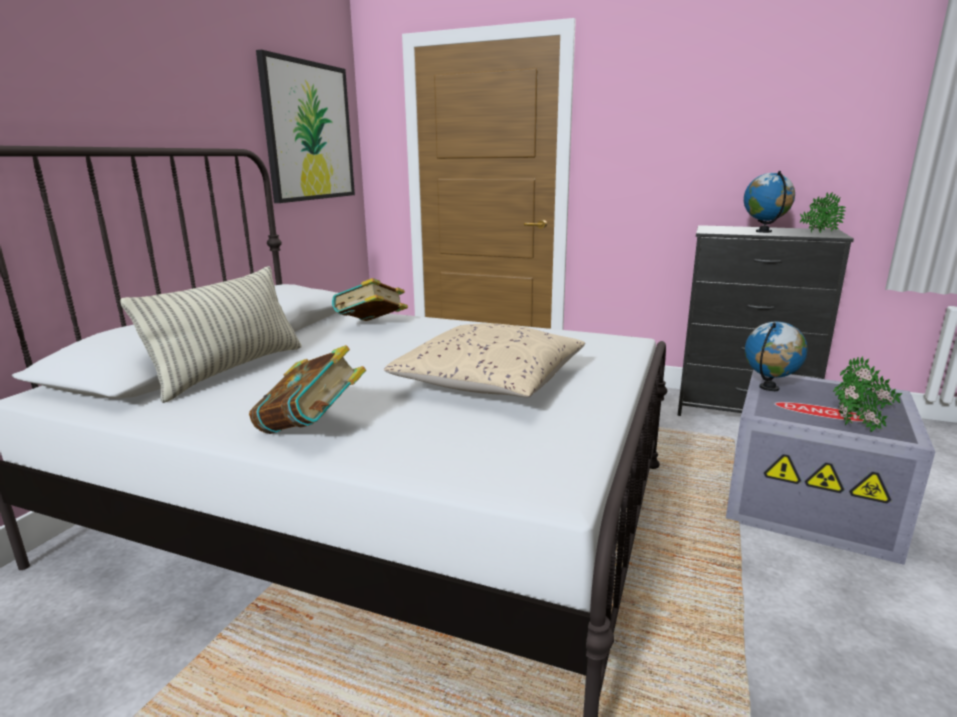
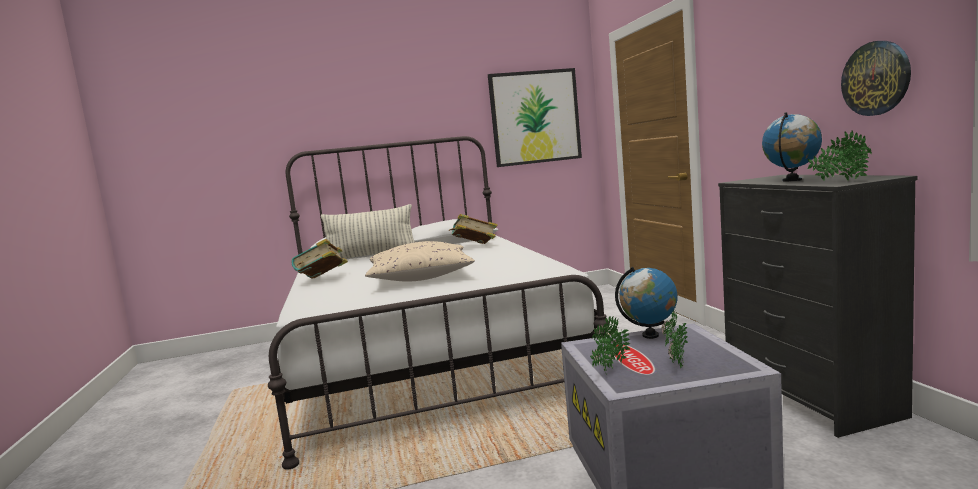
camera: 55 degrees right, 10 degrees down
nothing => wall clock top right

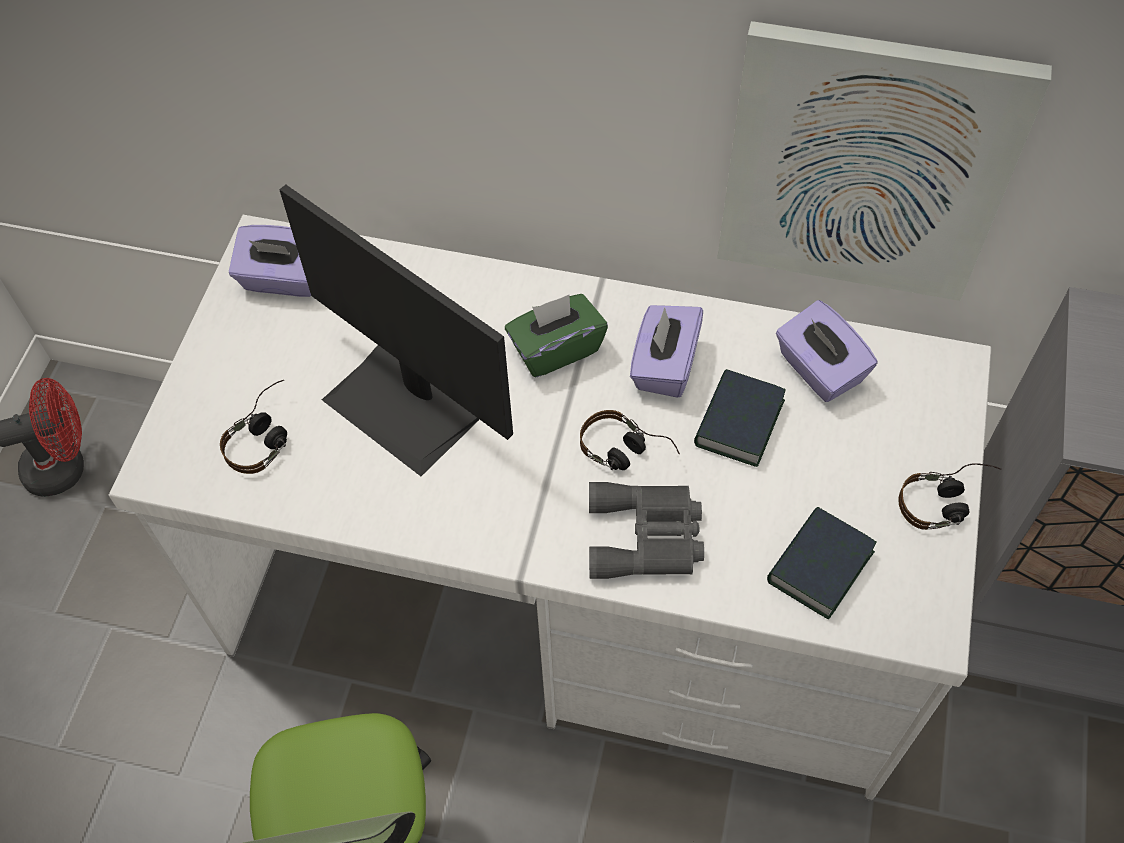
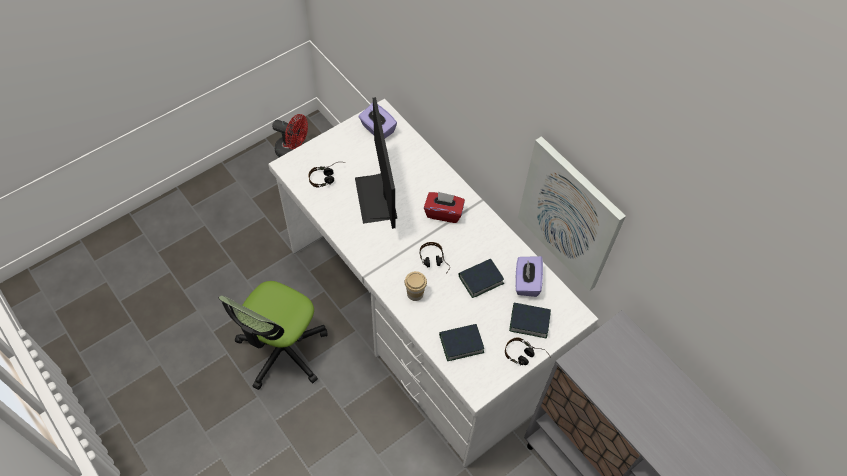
camera: 35 degrees right, 0 degrees up
tissue box/green centre => tissue box/red centre
tissue box/purple (2nd from left) centre => nothing
binoculars/grey centre => cup centre
nothing => book (3rd from left) bottom centre

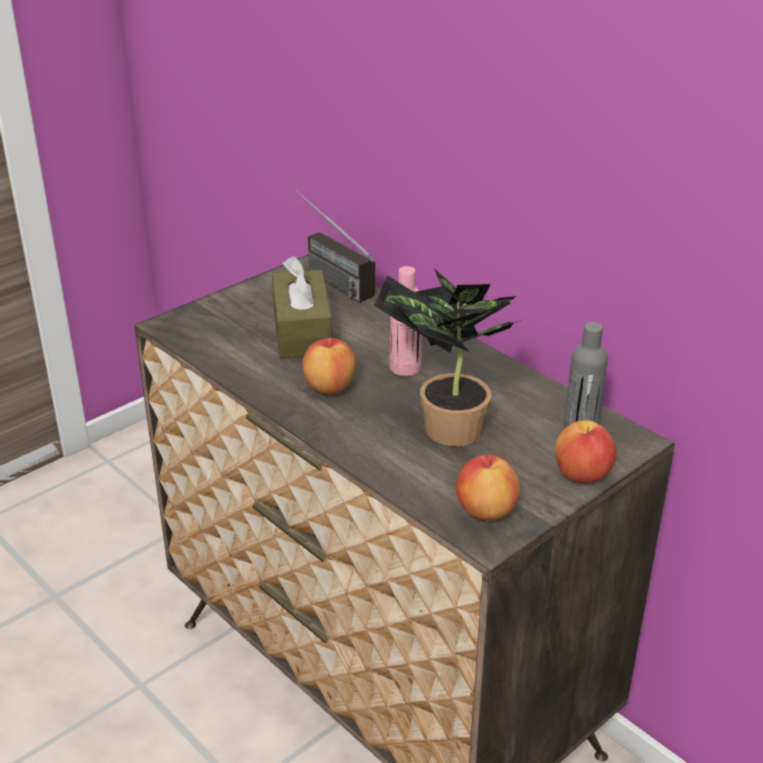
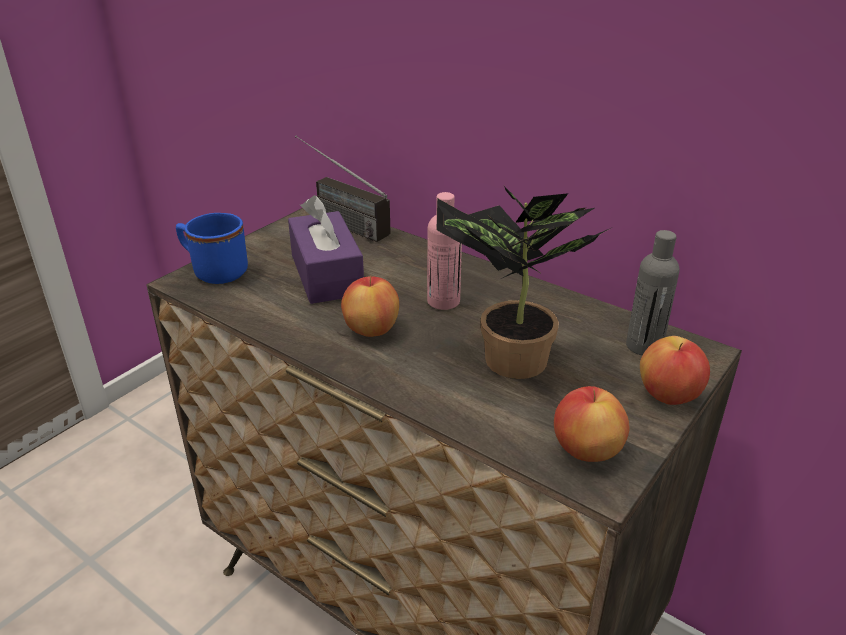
camera: 10 degrees left, 0 degrees up
tissue box/brown centre => tissue box/purple centre
nothing => mug/blue middle left

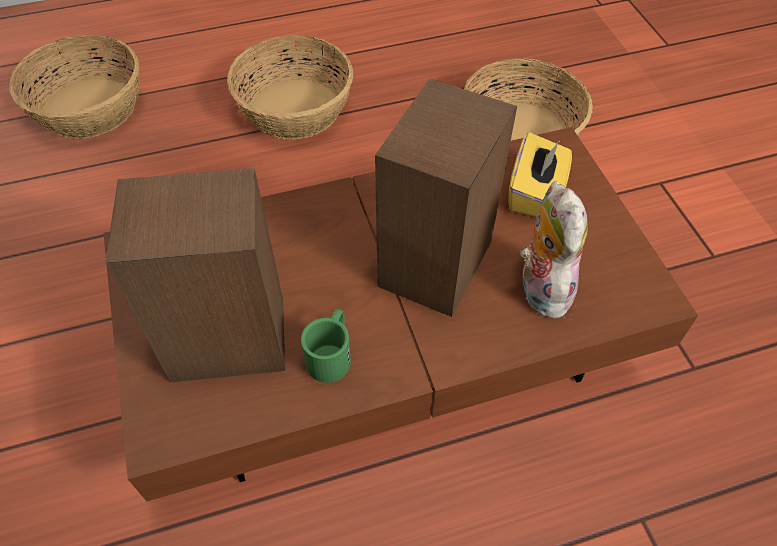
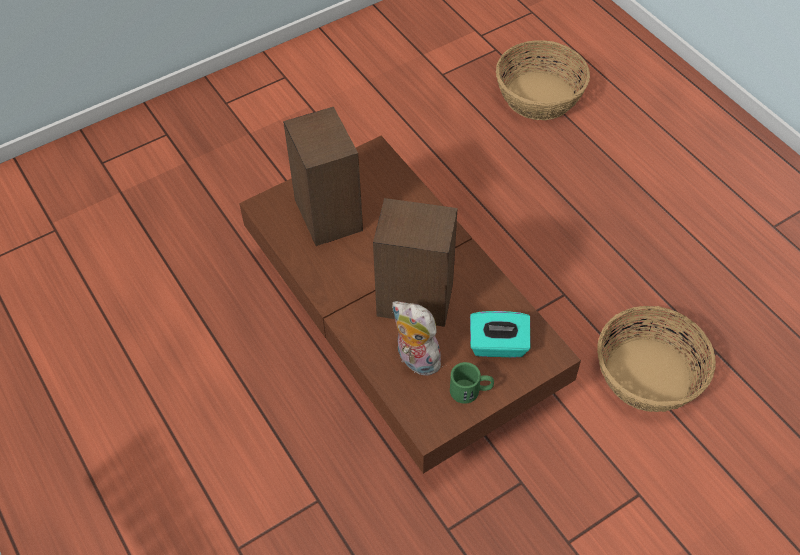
camera: 75 degrees right, 0 degrees up
basket (2nd from left) top centre => nothing
tissue box/yellow top right => tissue box/turquoise centre
plush toy middle right => plush toy centre, 120 degrees counterclockwise
mug/green centre => mug/green bottom centre, move

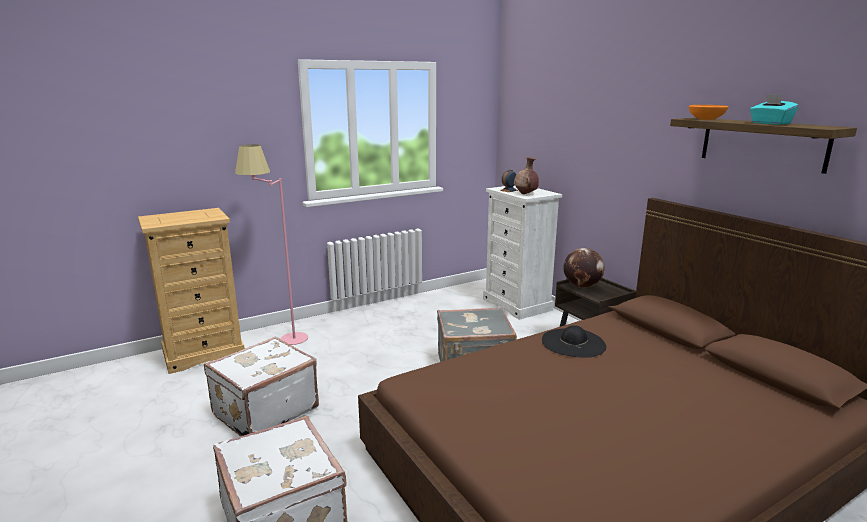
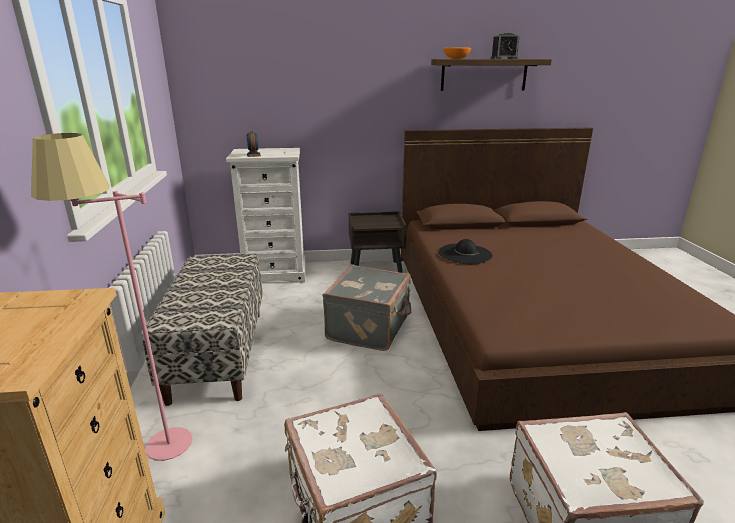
camera: 65 degrees left, 5 degrees up
tissue box/turquoise top right => alarm clock (2nd from left) top right
vase/brown centre => nothing
globe middle right => nothing
nothing => bench middle left

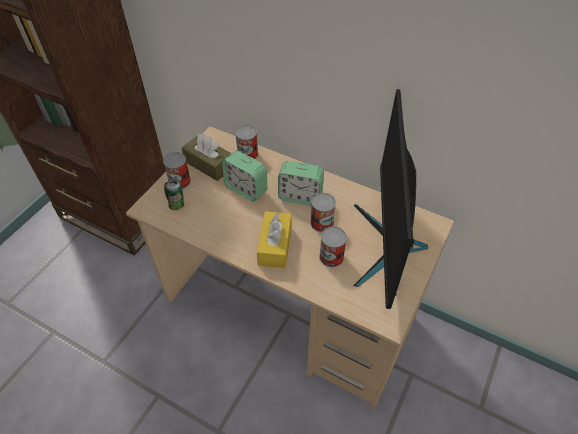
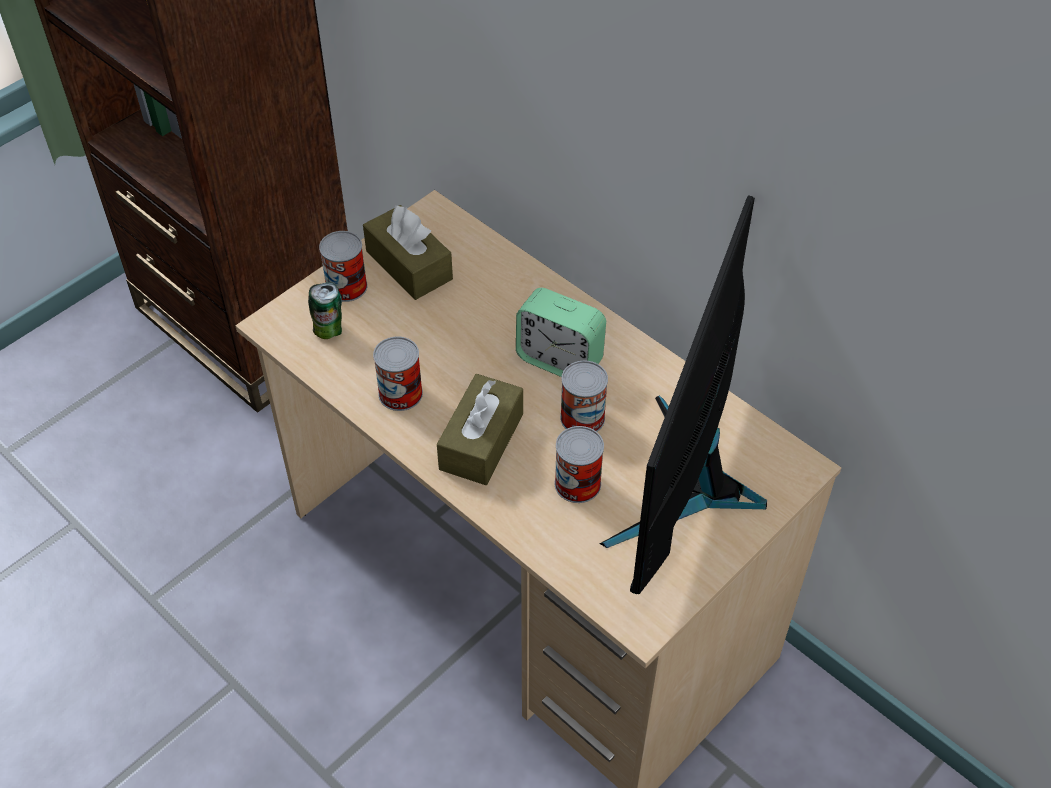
camera: 15 degrees right, 0 degrees up
can (3rd from left) top centre => can (3rd from left) centre, move
alarm clock (1st from left) centre => nothing
tissue box/yellow centre => tissue box/brown (2nd from left) centre

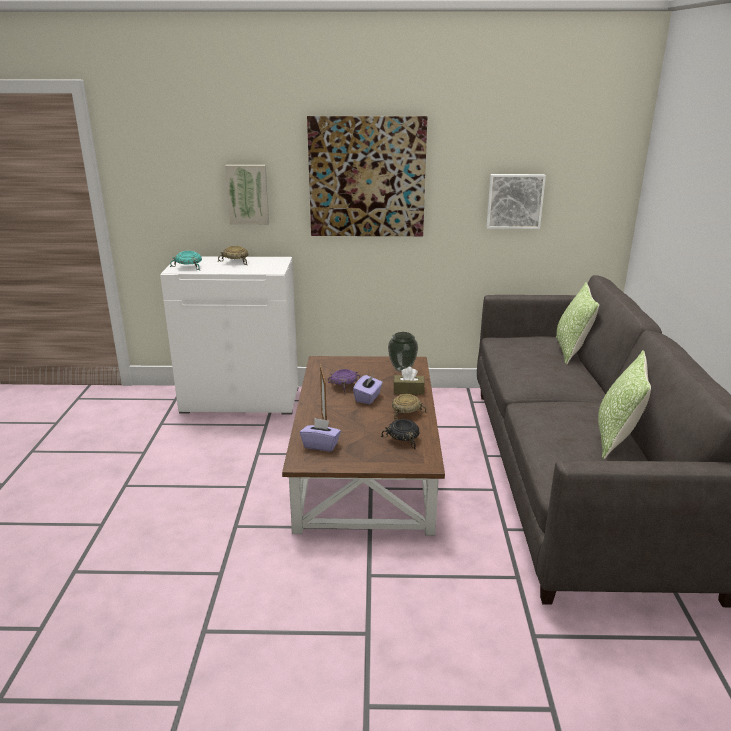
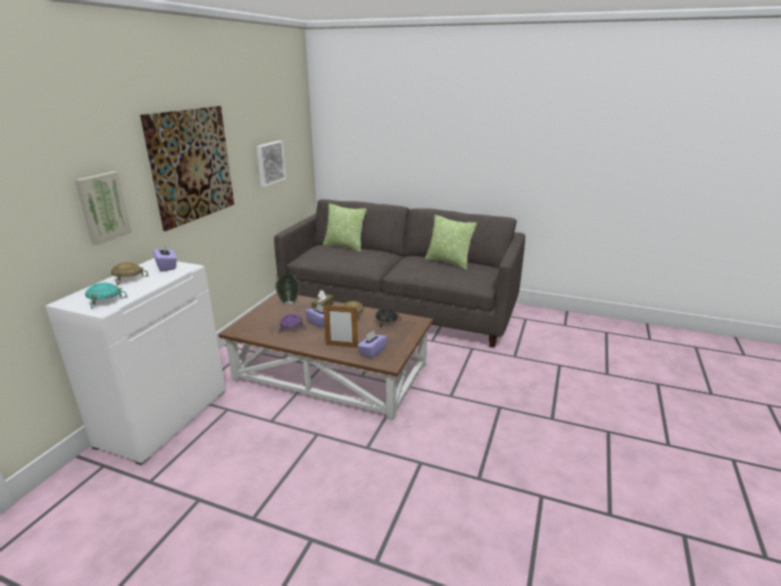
camera: 70 degrees left, 0 degrees up
nothing => tissue box/purple (1st from left) middle left

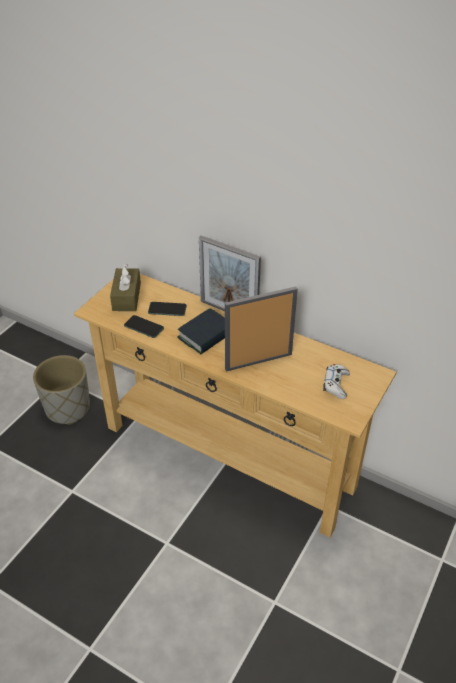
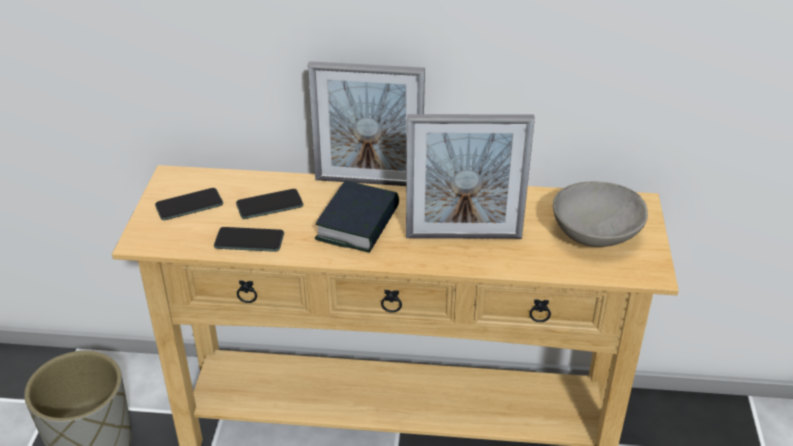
camera: 25 degrees left, 5 degrees down
tissue box/brown middle left => phone (1st from left) middle left
picture frame (2nd from left) centre, 135 degrees counterclockwise
game controller/white middle right => bowl/grey middle right

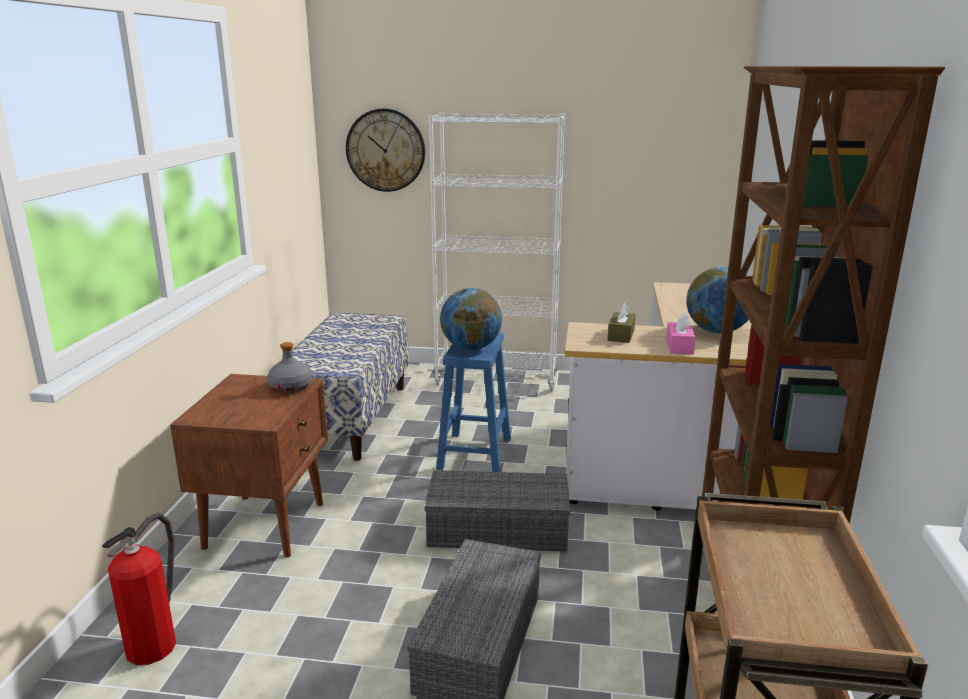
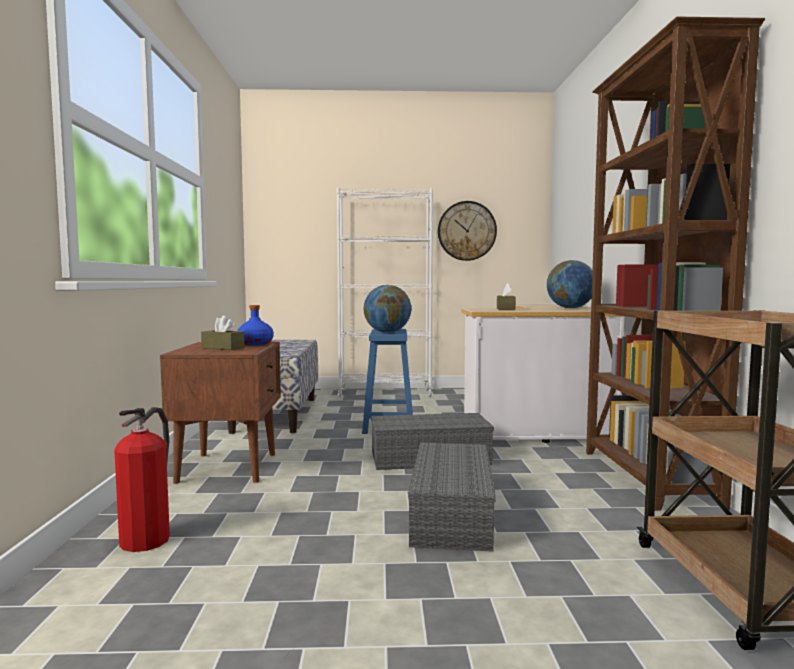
camera: 10 degrees left, 15 degrees down
wall clock top centre => wall clock centre, move
tissue box/pink middle right => nothing
bottle/grey middle left => bottle/blue middle left
nothing => tissue box/brown (1st from left) middle left

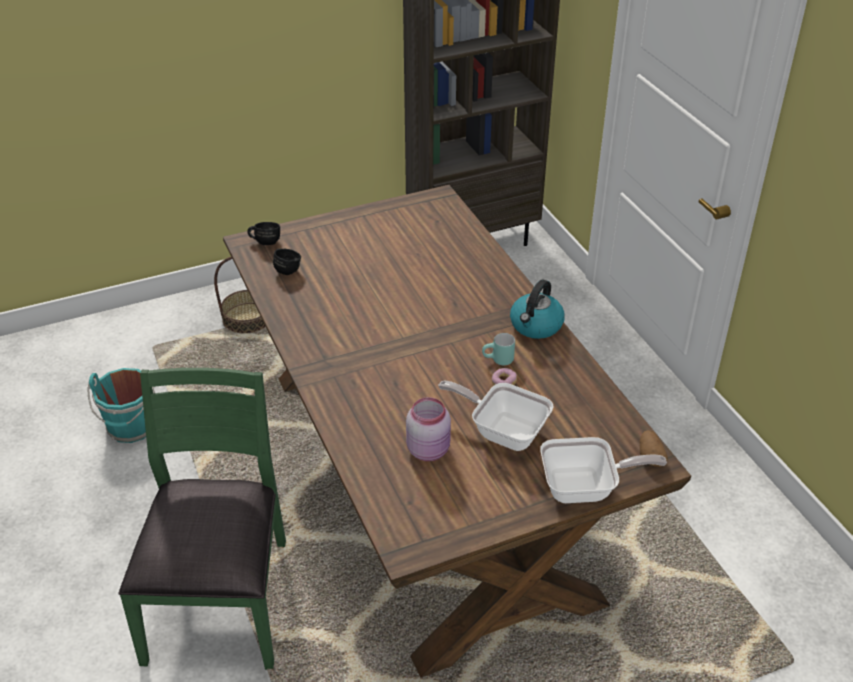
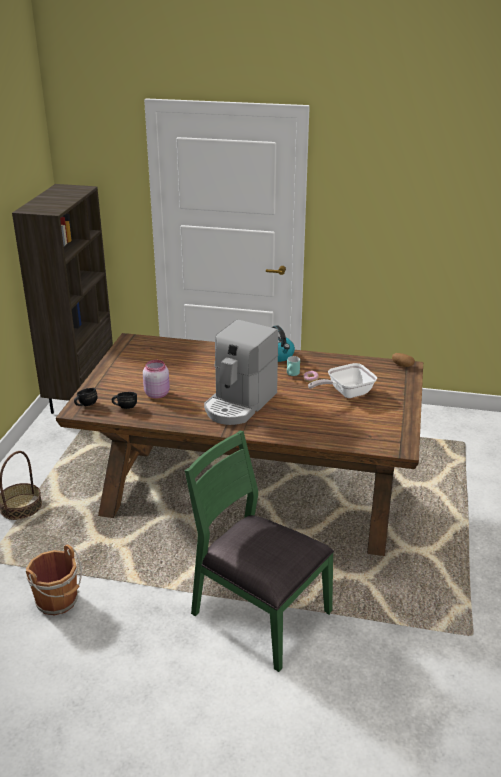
camera: 55 degrees left, 10 degrees down
bucket/turquoise middle left => bucket/brown bottom left
jar/pink centre => jar/pink middle left, move
frying pan (2nd from left) bottom right => nothing
nothing => coffee machine centre

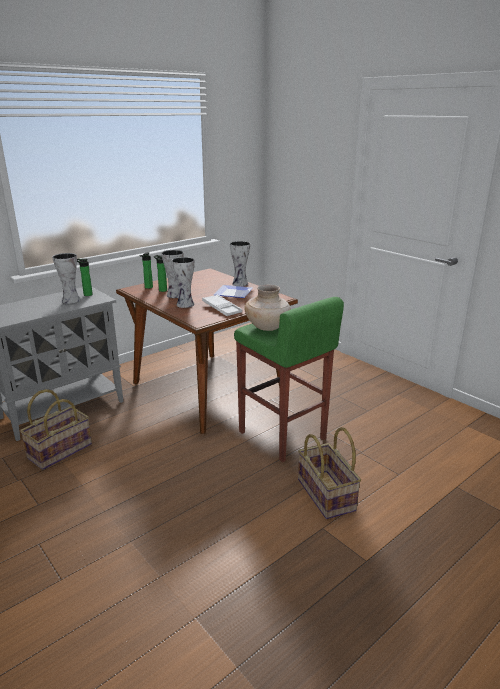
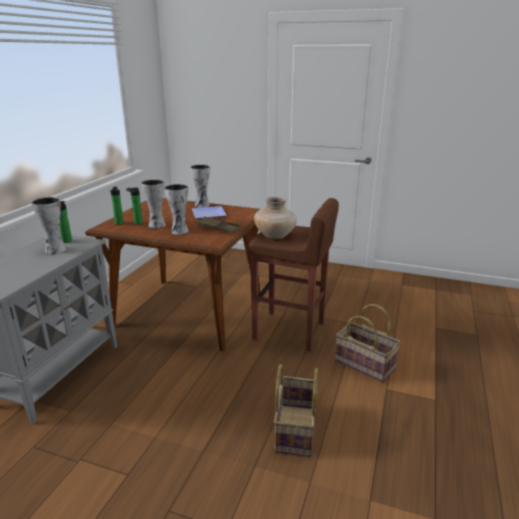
camera: 30 degrees left, 0 degrees up
tray/white centre => tray/brown centre
stool/green centre => stool/brown centre
basket (1st from left) middle left => basket (1st from left) bottom centre, move

